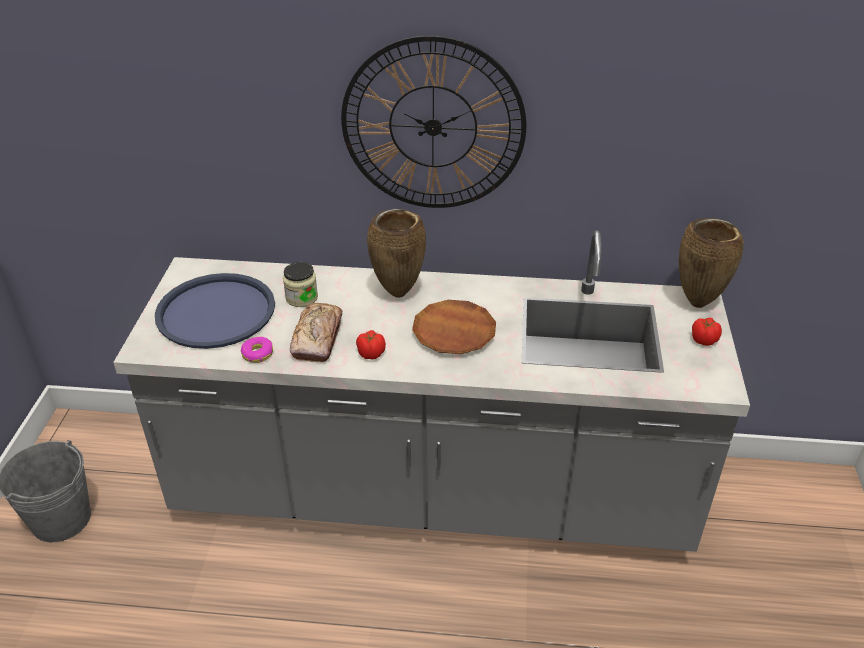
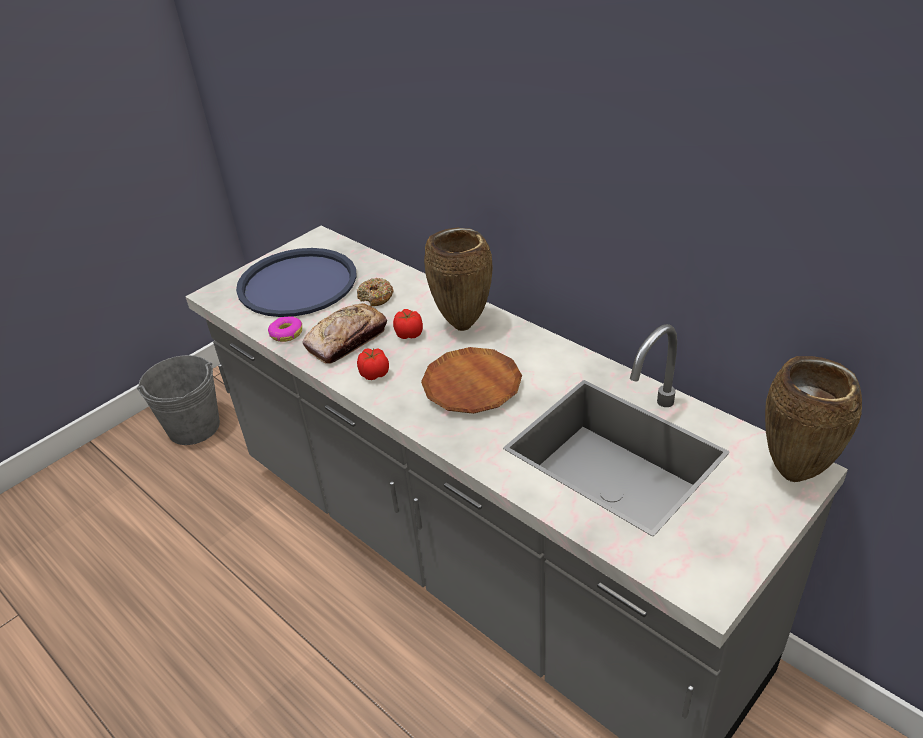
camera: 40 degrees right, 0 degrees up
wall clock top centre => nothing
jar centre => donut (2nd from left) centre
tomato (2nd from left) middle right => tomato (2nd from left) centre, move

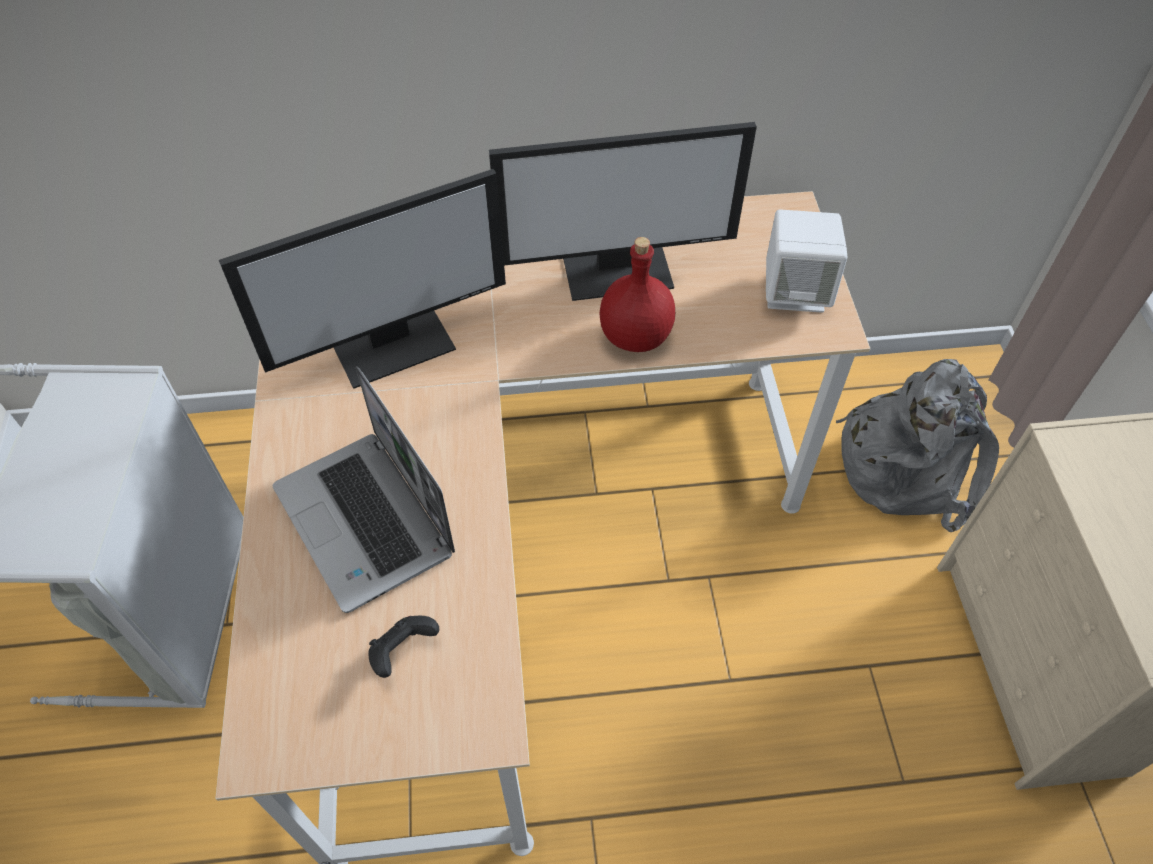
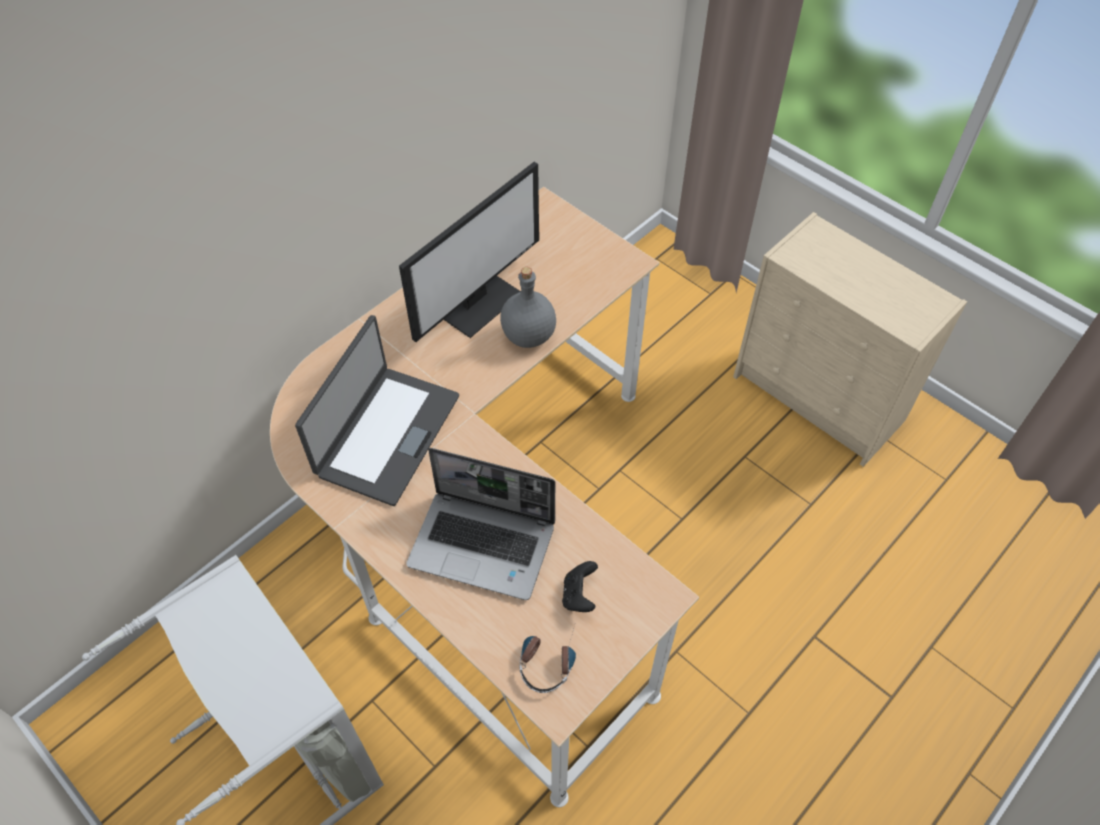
camera: 40 degrees left, 0 degrees up
monitor (1st from left) top left => laptop (1st from left) centre
speaker/white top right => nothing
bottle/red centre => bottle/grey centre
backpack/grey middle right => nothing
nothing => headphones bottom centre

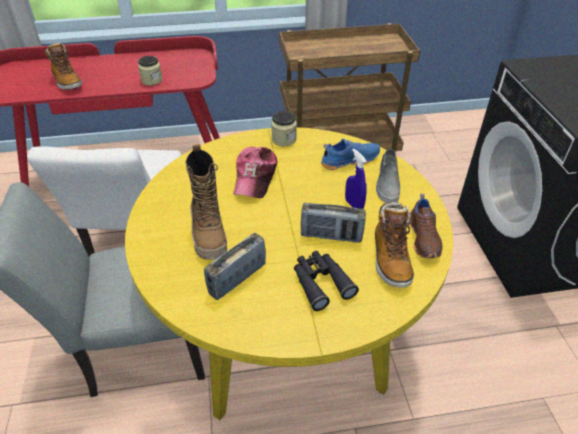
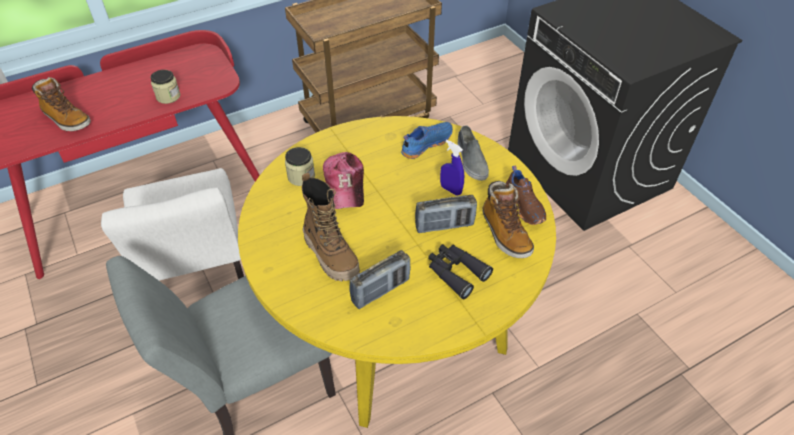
camera: 20 degrees left, 5 degrees up
jar (2nd from left) top centre => jar (2nd from left) centre, move
radio (1st from left) centre, 150 degrees counterclockwise

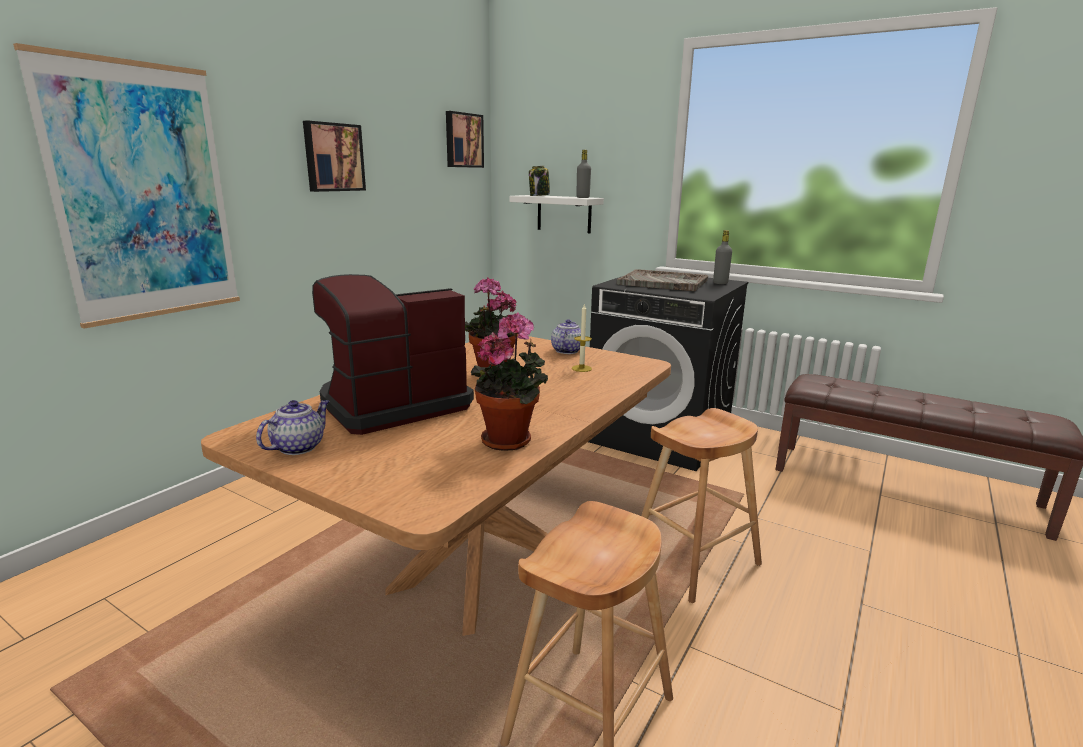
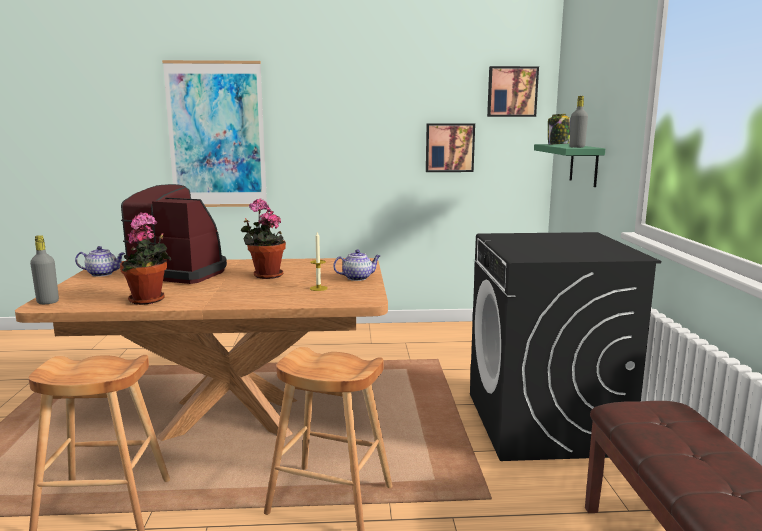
camera: 55 degrees right, 5 degrees down
picture (2nd from left) top left => picture (2nd from left) top centre, move
shelf/white top centre => shelf/green top right
bottle/grey (2nd from left in the first image) middle right => bottle/grey (1st from left) middle left, move
tray/grey centre => nothing

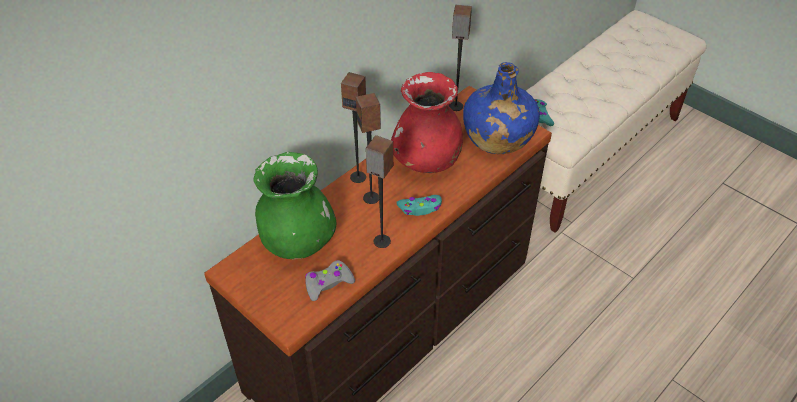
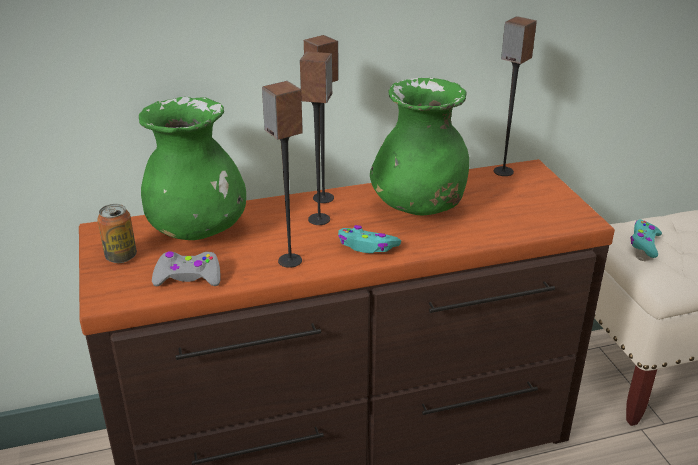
camera: 30 degrees right, 15 degrees down
bottle/blue top centre => nothing
vase/red top centre => vase/green (2nd from left) top centre
nothing => can middle left

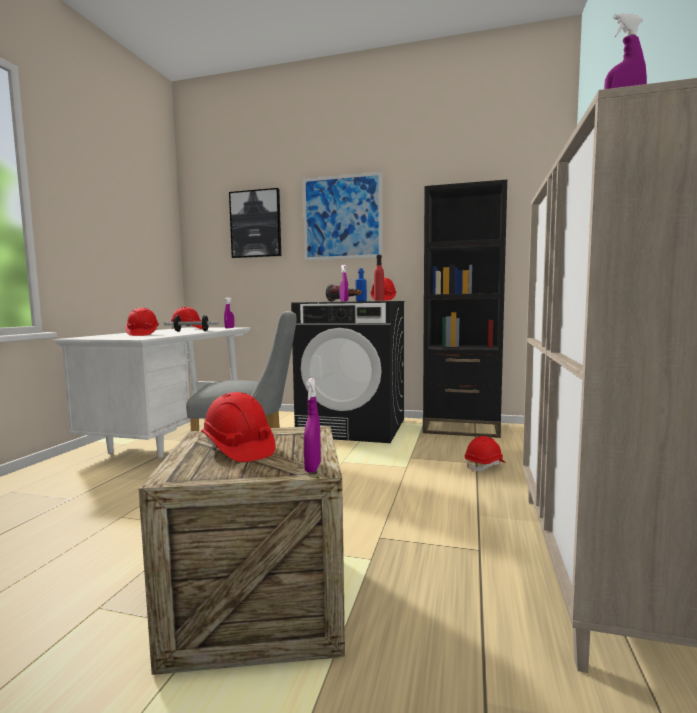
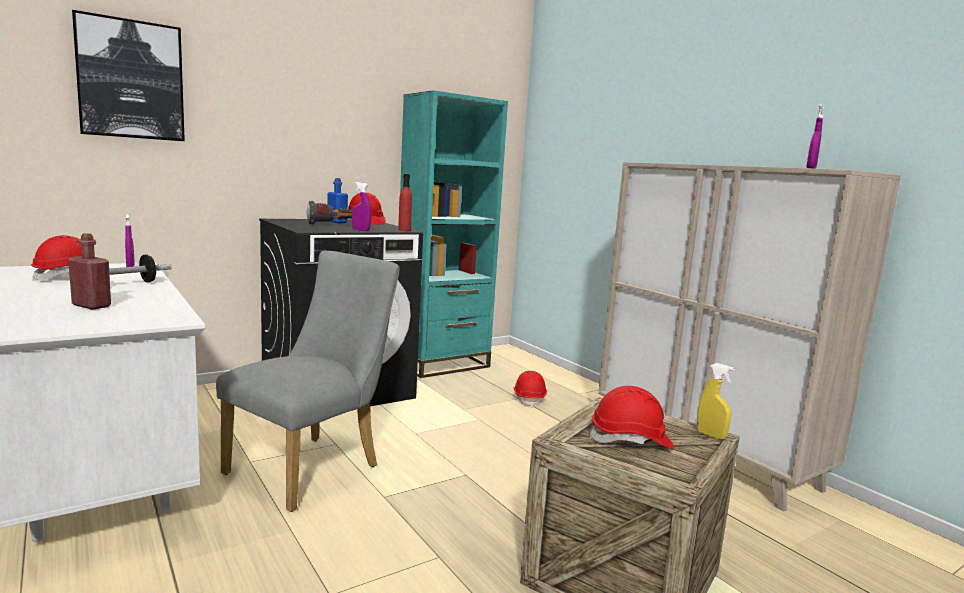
camera: 50 degrees left, 5 degrees up
picture (2nd from left) top centre => nothing
bookcase/black middle right => bookcase/turquoise centre
hard hat/red (1st from left) middle left => bottle/red (1st from left) middle left
spray bottle/purple (2nd from left) centre => spray bottle/yellow bottom right

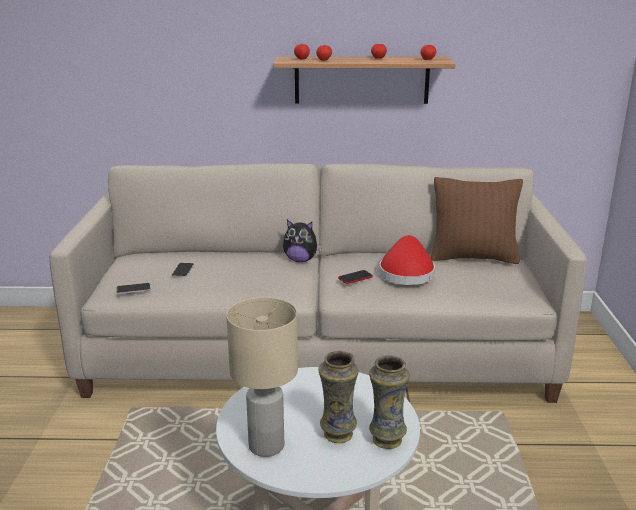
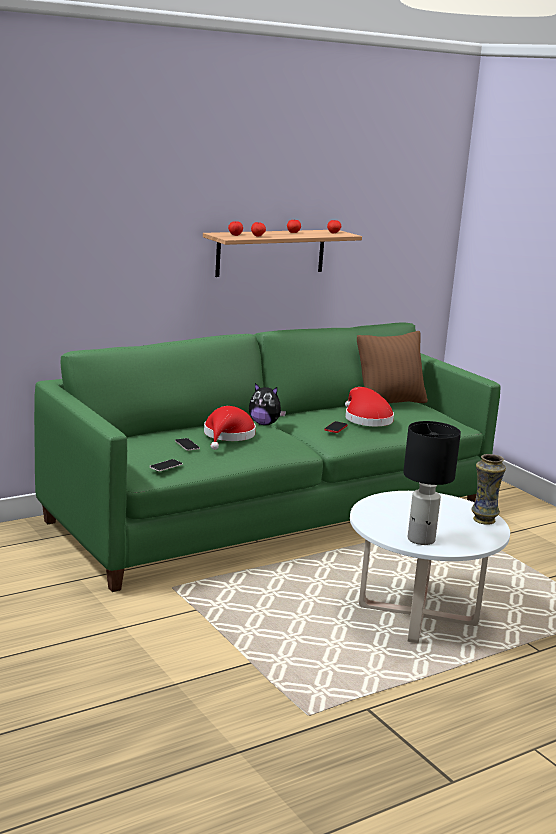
camera: 35 degrees left, 5 degrees down
sofa/beige centre => sofa/green centre
plush toy centre, 45 degrees clockwise
table lamp/beige bottom centre => table lamp/black middle right
vase (1st from left) bottom centre => nothing
nothing => hat/red (1st from left) centre

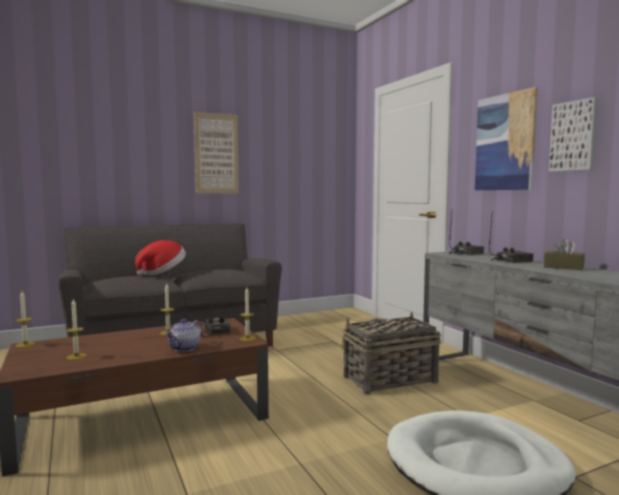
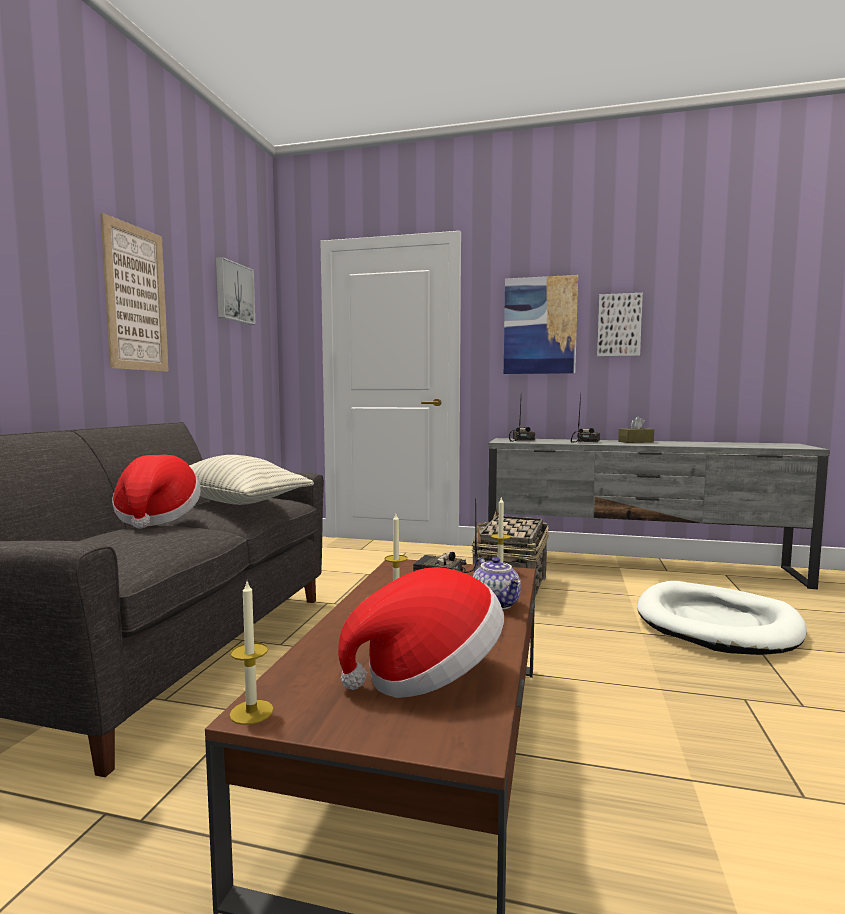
camera: 50 degrees left, 0 degrees up
candle (2nd from left) middle left => hat (2nd from left) bottom centre
nothing => picture (2nd from left) top left
nothing => pillow middle left

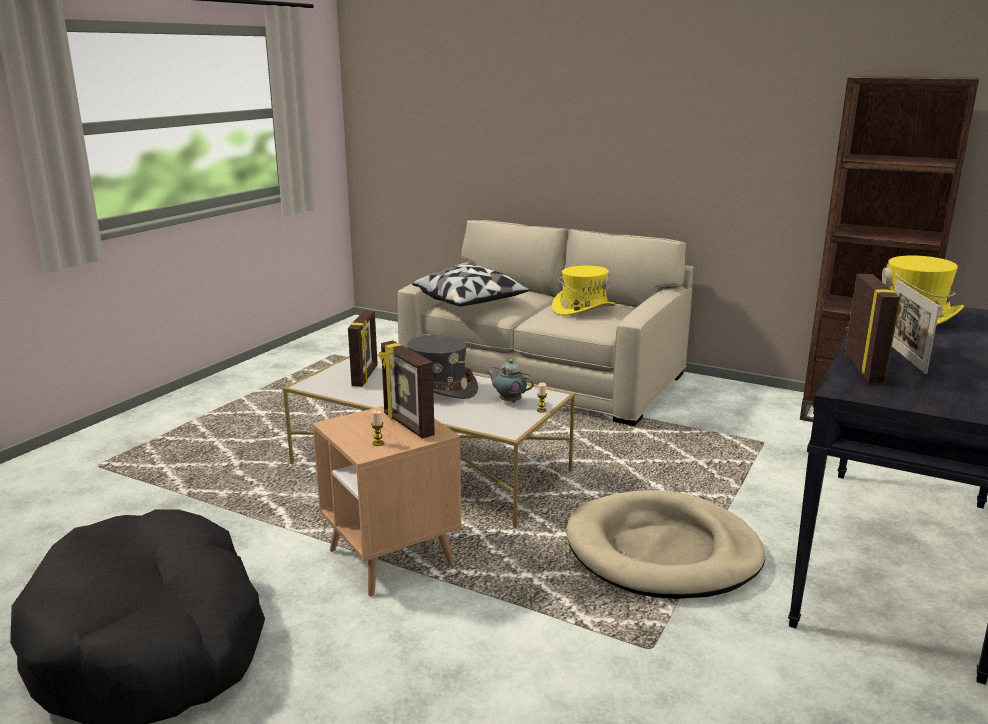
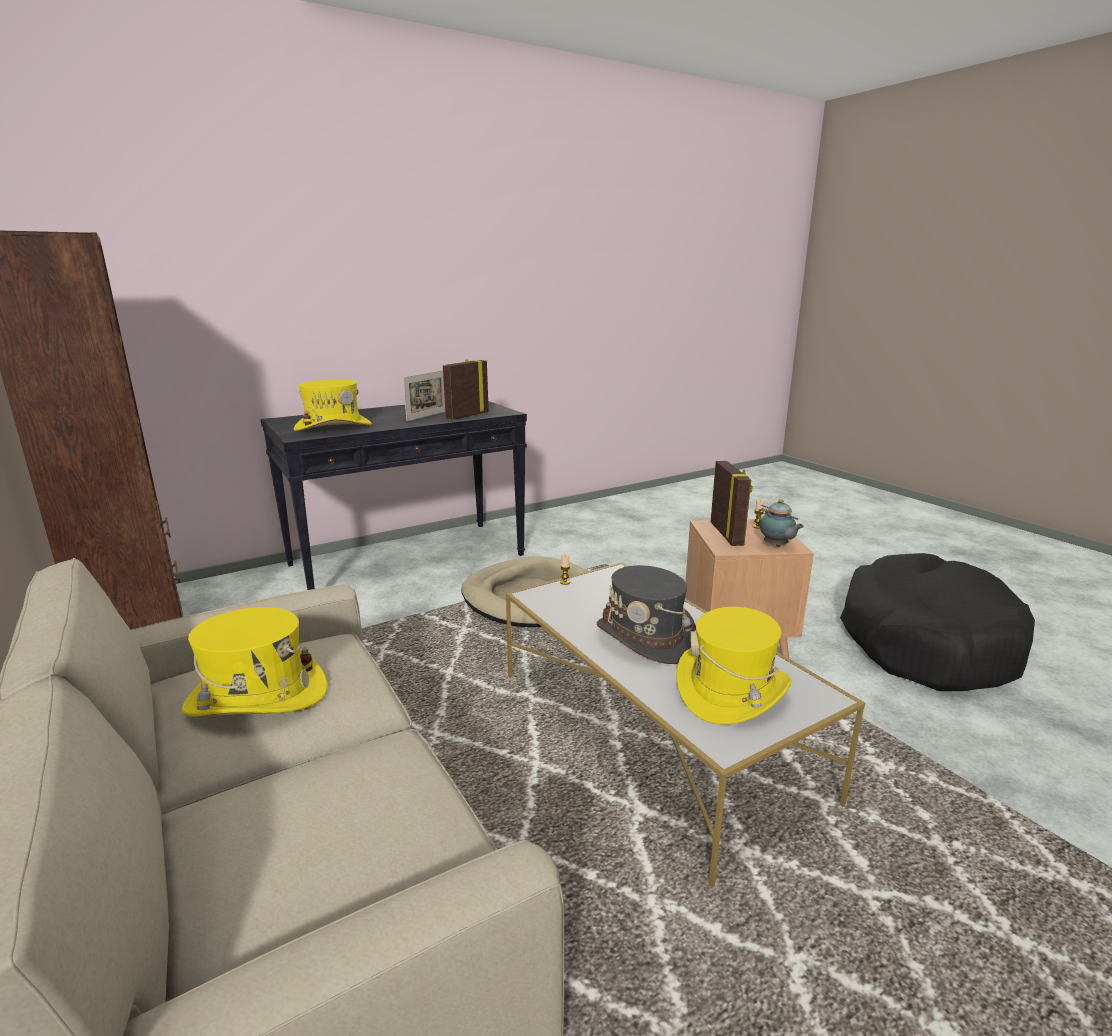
camera: 150 degrees left, 0 degrees up
pillow centre => nothing
picture frame (1st from left) centre => hat/yellow (3rd from left) centre
teapot centre => teapot middle right, move

